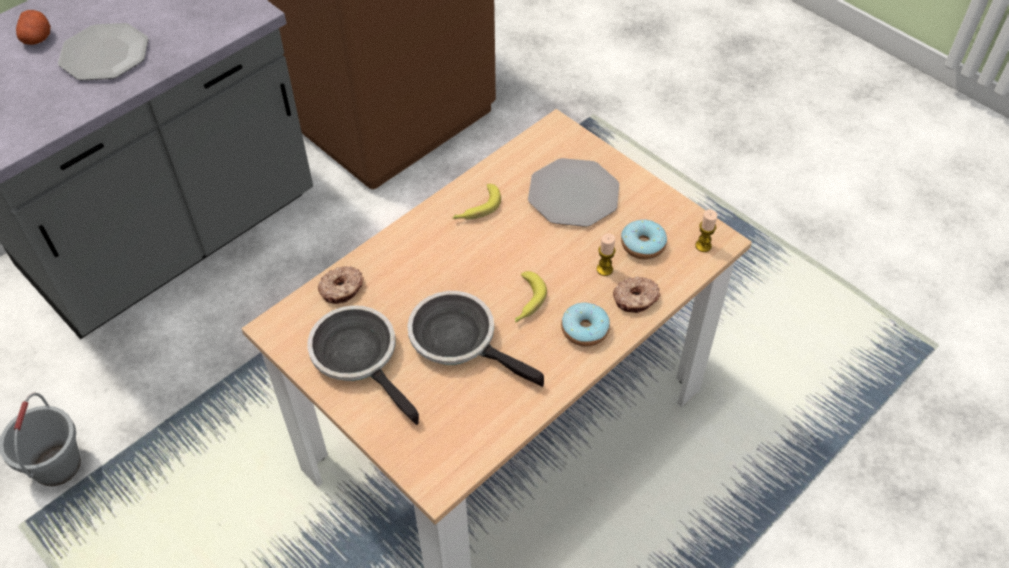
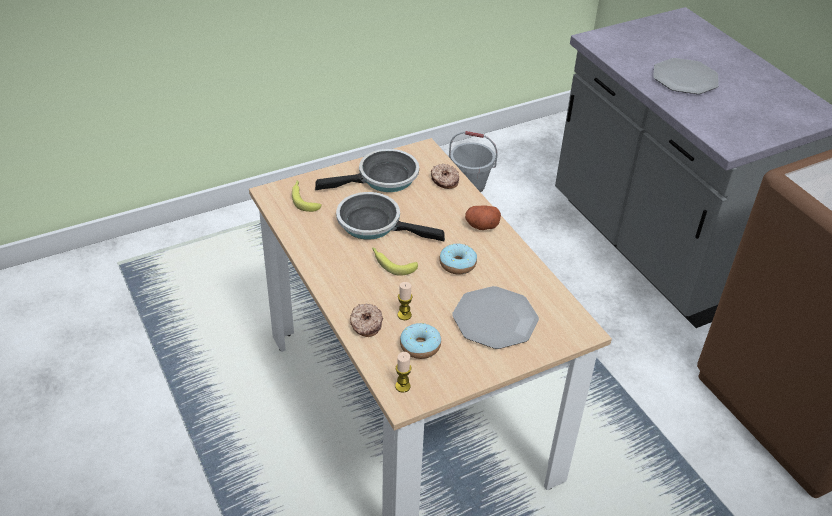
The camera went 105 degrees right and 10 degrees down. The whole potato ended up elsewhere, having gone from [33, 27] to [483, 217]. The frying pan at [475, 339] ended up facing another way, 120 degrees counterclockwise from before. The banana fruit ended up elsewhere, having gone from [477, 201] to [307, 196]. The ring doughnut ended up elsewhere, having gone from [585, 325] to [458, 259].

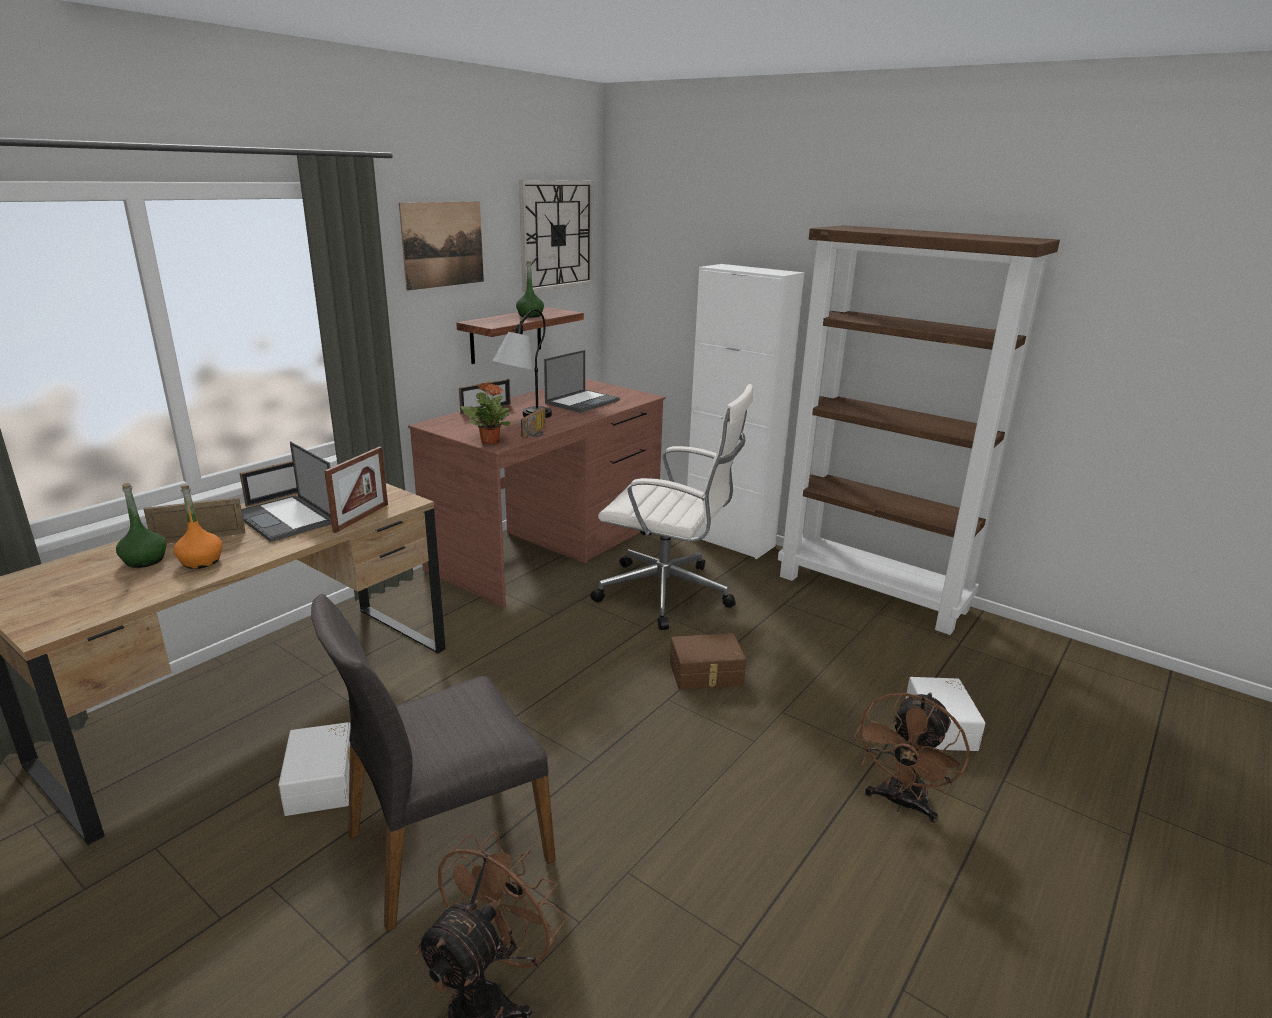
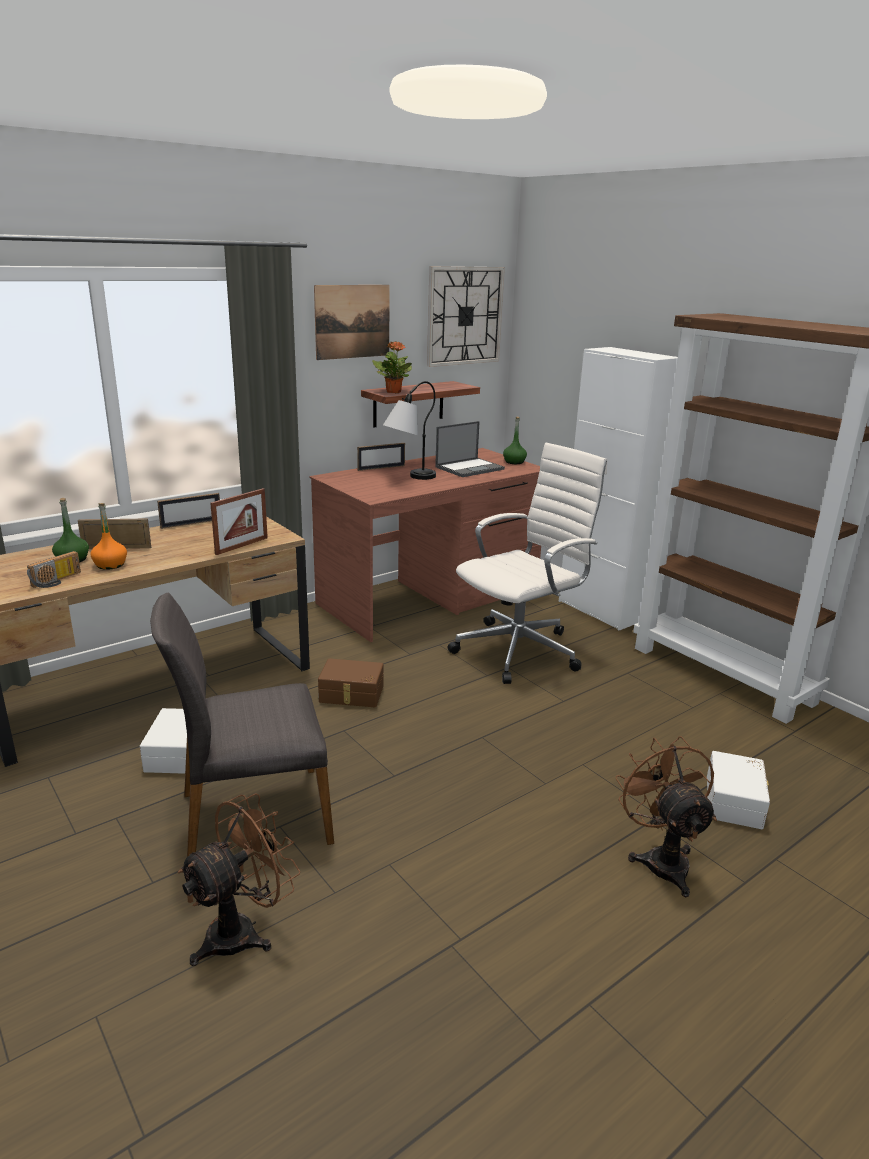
The camera went 15 degrees right and 0 degrees up. The second view lost the laptop at [286, 492]. The houseplant ended up elsewhere, having gone from [486, 413] to [392, 367]. The drink bottle (green) ended up elsewhere, having gone from [530, 289] to [515, 440]. The radio receiver ended up elsewhere, having gone from [533, 423] to [54, 569]. The computer chair (white-coloured) at [671, 507] ended up facing another way, 75 degrees counterclockwise from before. The storage container (brownish) ended up elsewhere, having gone from [708, 661] to [351, 682]. The fan (brownish) at [912, 757] ended up facing another way, 120 degrees clockwise from before.

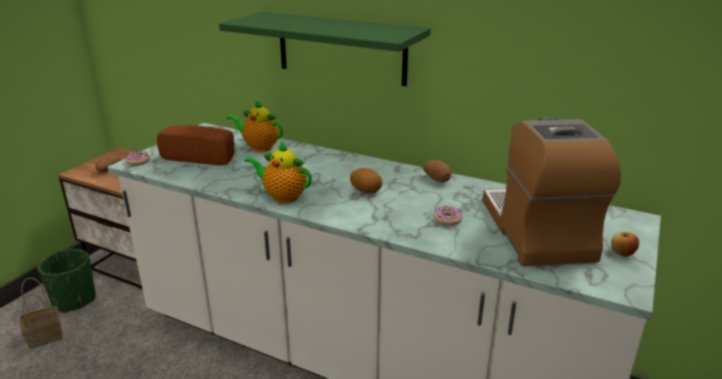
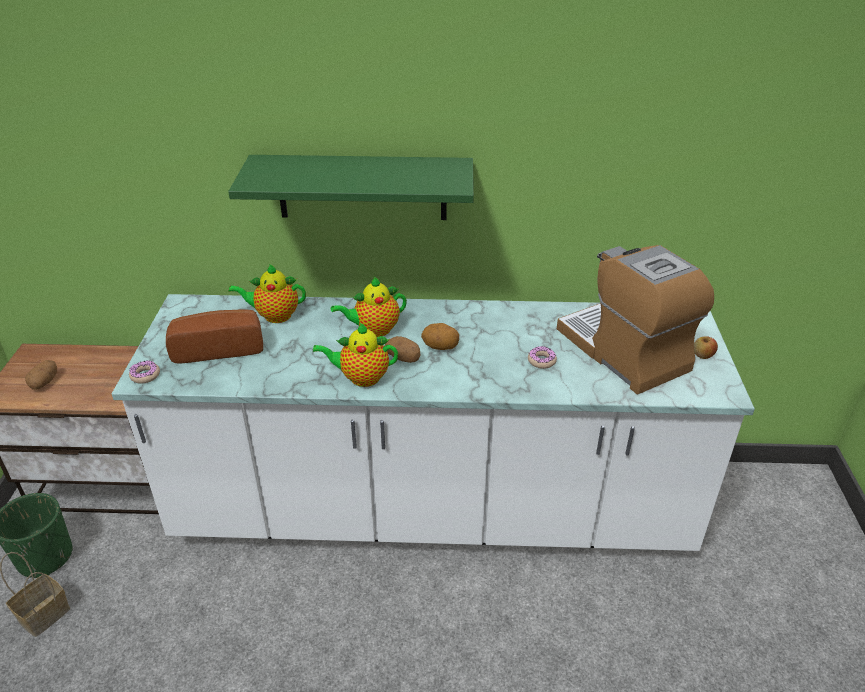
The camera went 25 degrees left and 10 degrees up. The whole potato ended up elsewhere, having gone from [437, 171] to [403, 349]. The second view gained the tea pot at [369, 307].

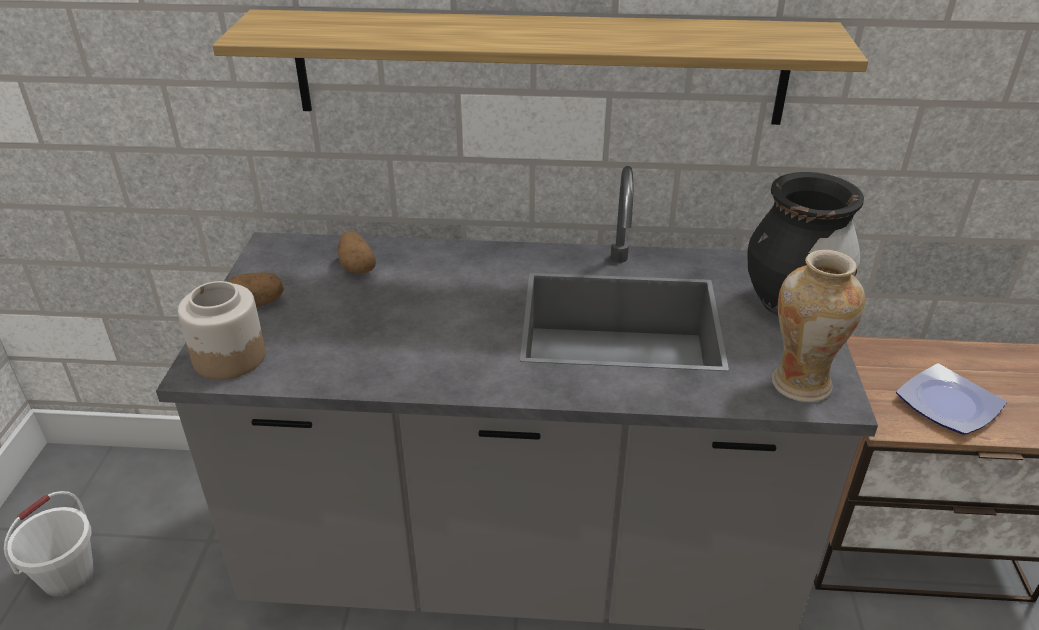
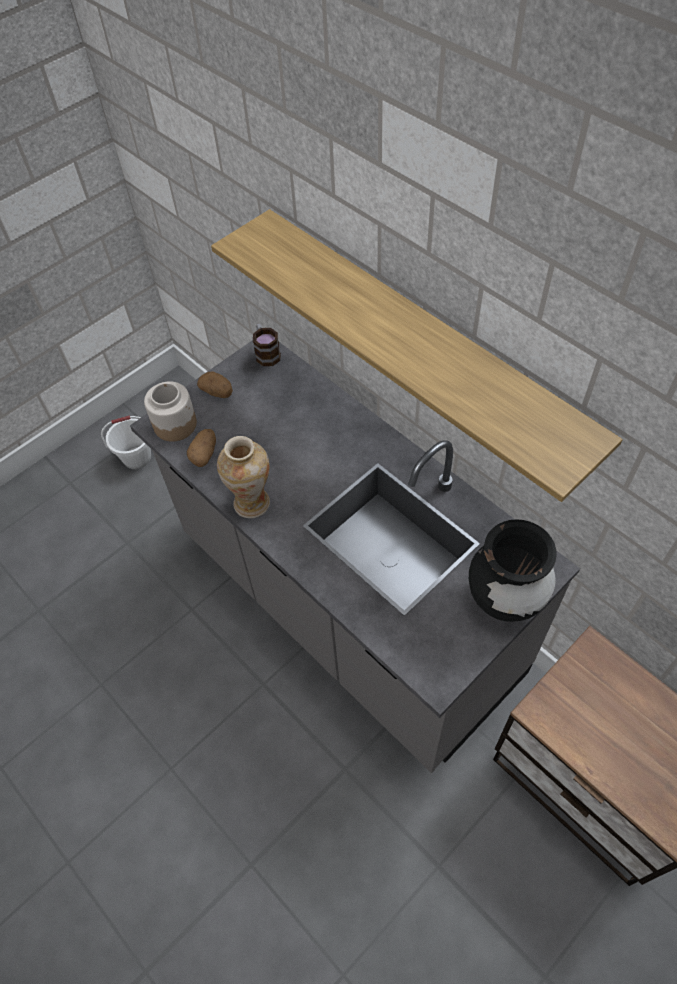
The camera went 45 degrees right and 20 degrees up. The whole potato ended up elsewhere, having gone from [357, 252] to [201, 448]. The decorative vase ended up elsewhere, having gone from [818, 326] to [243, 477]. The second view lost the plate at [951, 399]. The second view gained the coffee mug at [267, 345].

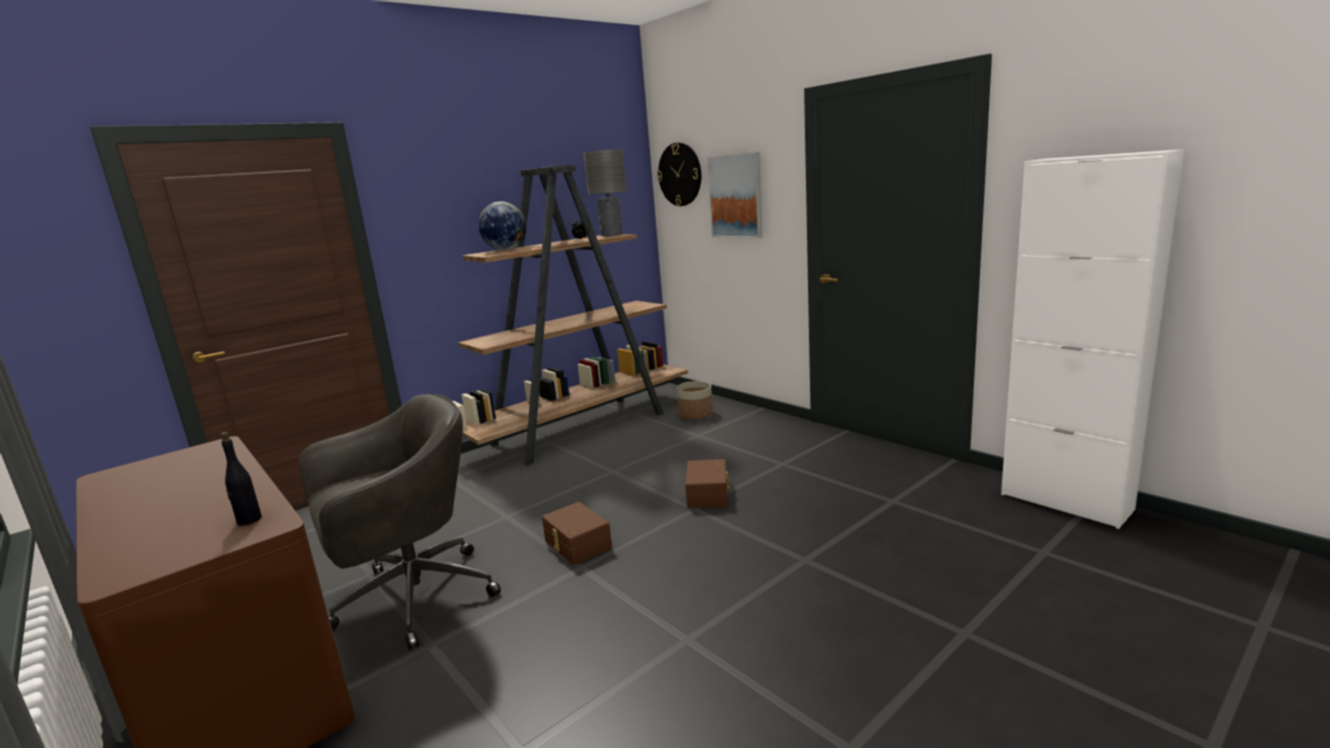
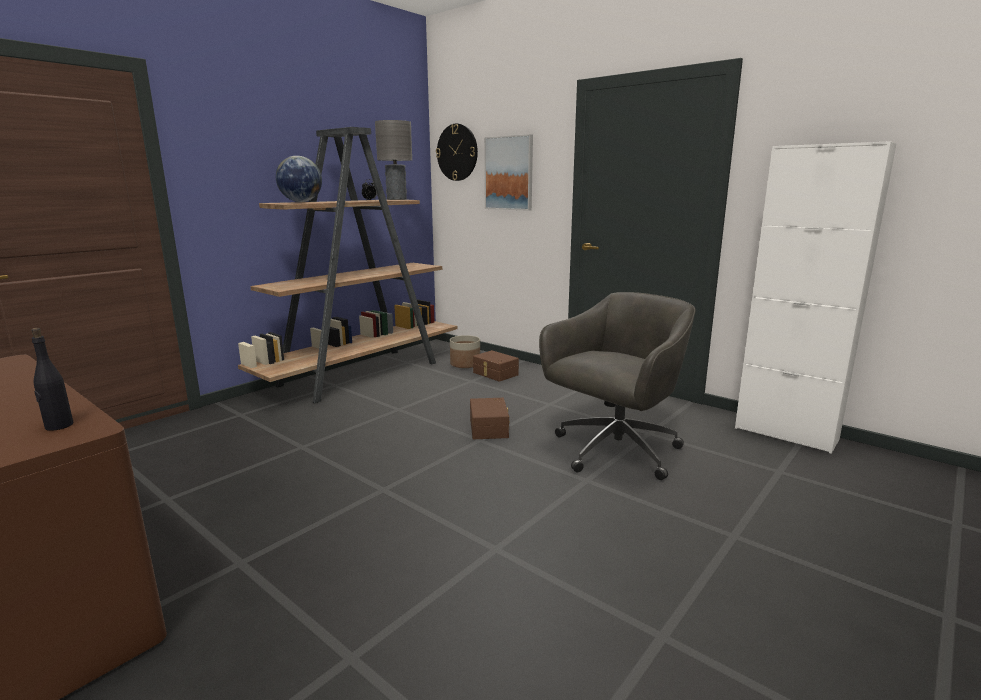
The camera went 10 degrees left and 0 degrees up. The computer chair (grey) ended up elsewhere, having gone from [400, 521] to [617, 386]. The storage container (brownish) ended up elsewhere, having gone from [577, 533] to [496, 366].

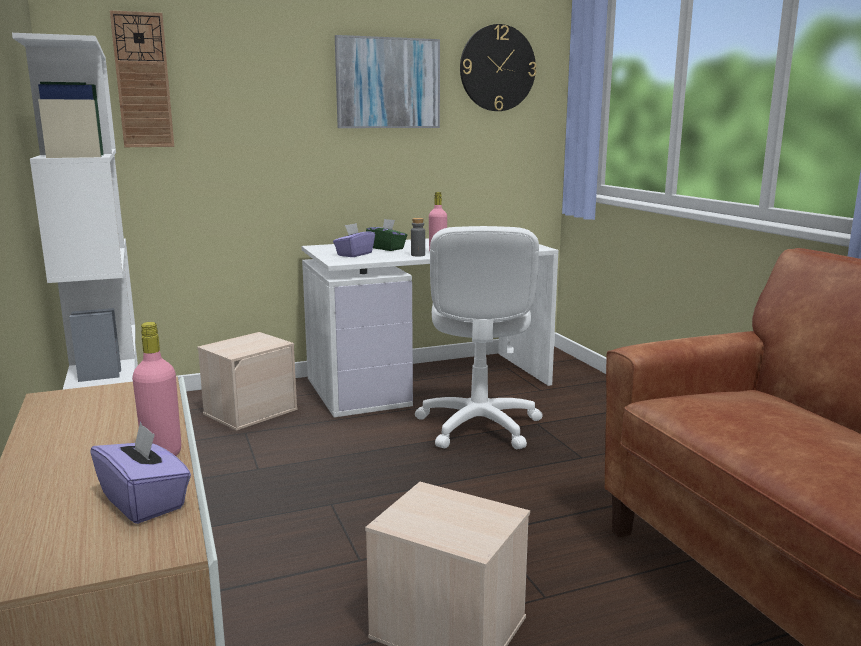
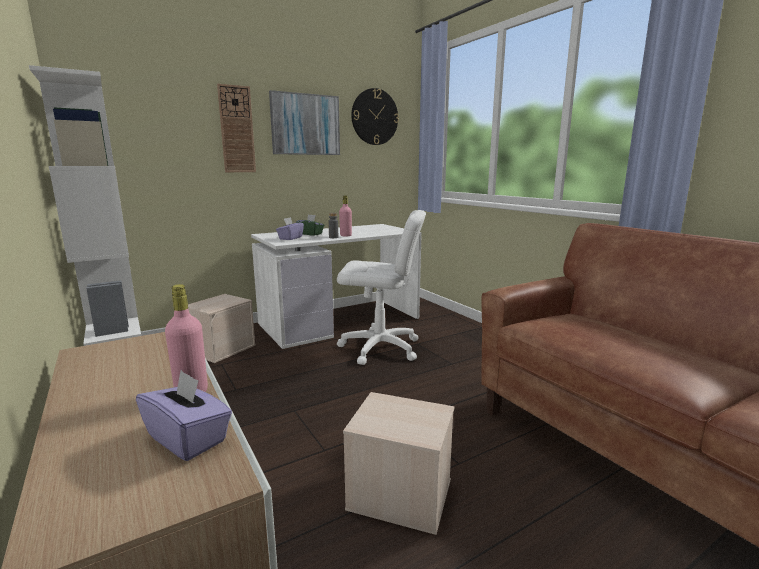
The camera went 10 degrees left and 0 degrees up. The wall clock ended up elsewhere, having gone from [142, 78] to [236, 128]. The computer chair (white-coloured) at [479, 337] ended up facing another way, 75 degrees counterclockwise from before.

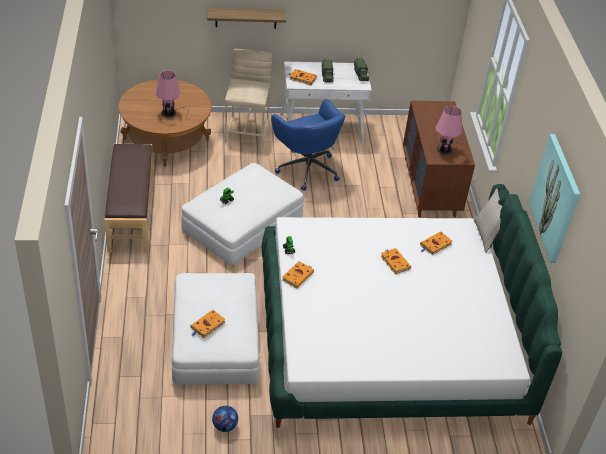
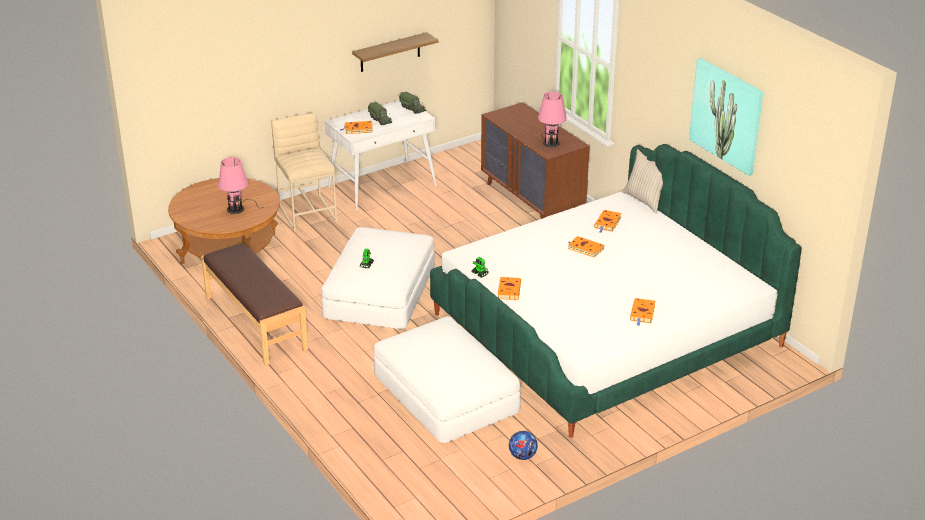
The camera went 25 degrees left and 10 degrees down. The book (orange) ended up elsewhere, having gone from [208, 324] to [642, 312]. The bracket shelf ended up elsewhere, having gone from [246, 18] to [395, 52]. The second view lost the computer chair (bluish) at [308, 145].

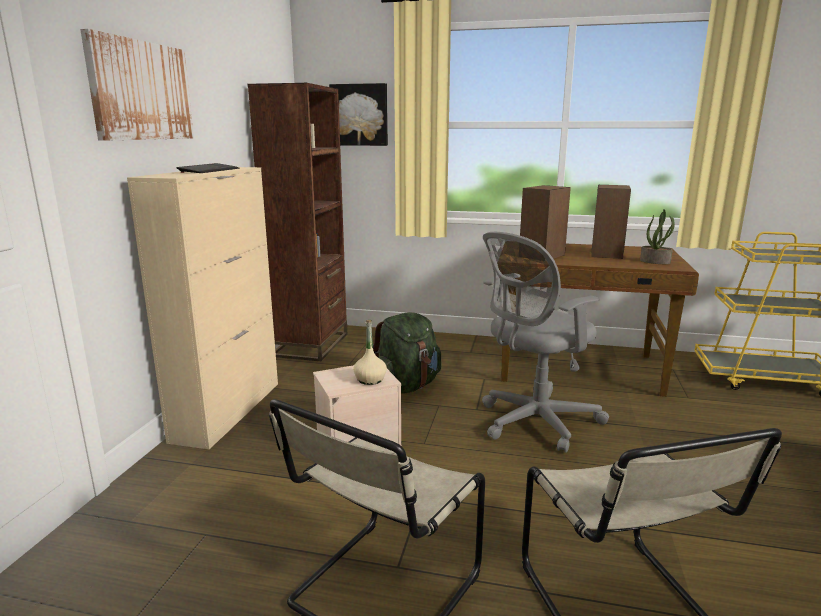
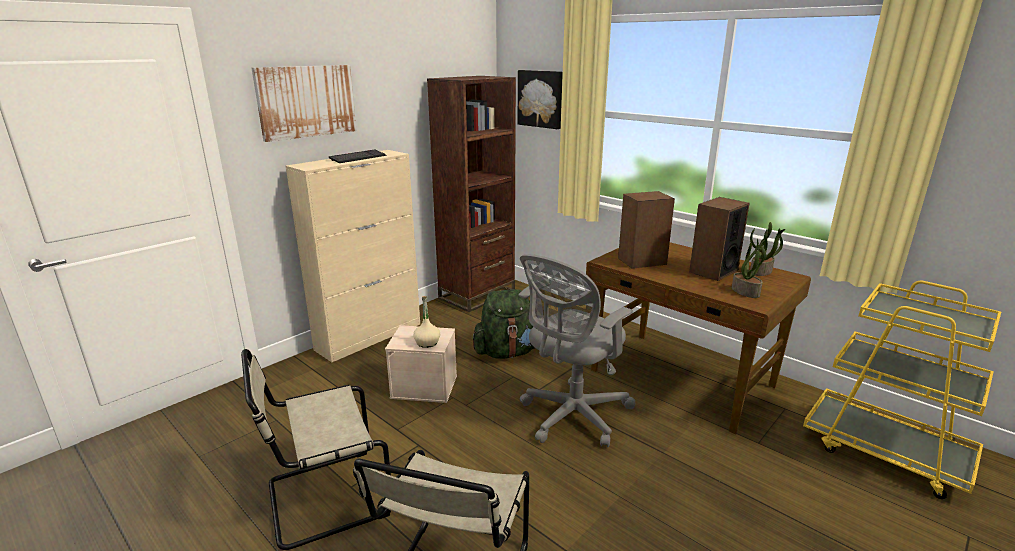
The camera went 30 degrees right and 5 degrees up. The computer chair (grey) at [545, 342] ended up facing another way, 45 degrees counterclockwise from before. The second view gained the houseplant at [767, 249].

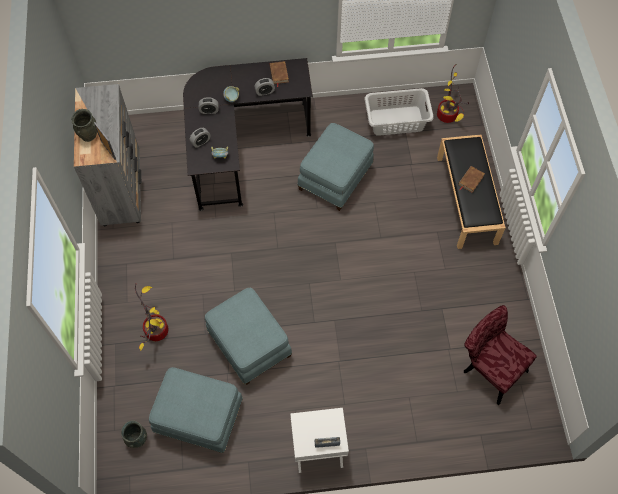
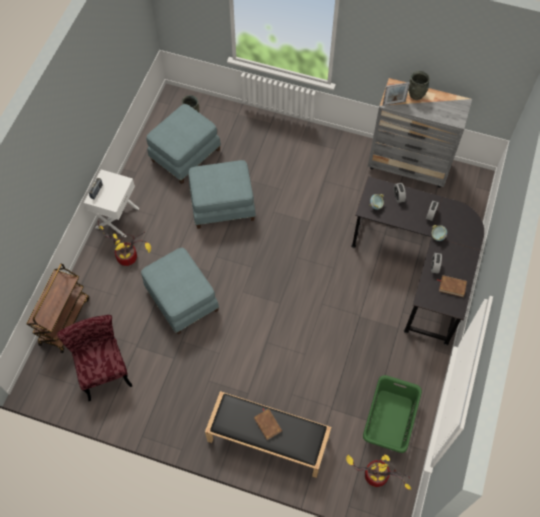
The camera went 115 degrees right and 0 degrees up. The houseplant ended up elsewhere, having gone from [152, 317] to [124, 243]. The pouffe (bluish) ended up elsewhere, having gone from [335, 167] to [180, 291]. What was the washing basket (grey) at [399, 112] turned into the washing basket (green) at [392, 414]. The upright chair (red) at [500, 355] ended up facing another way, 90 degrees counterclockwise from before. The second view gained the cart (brownish) at [58, 308].

